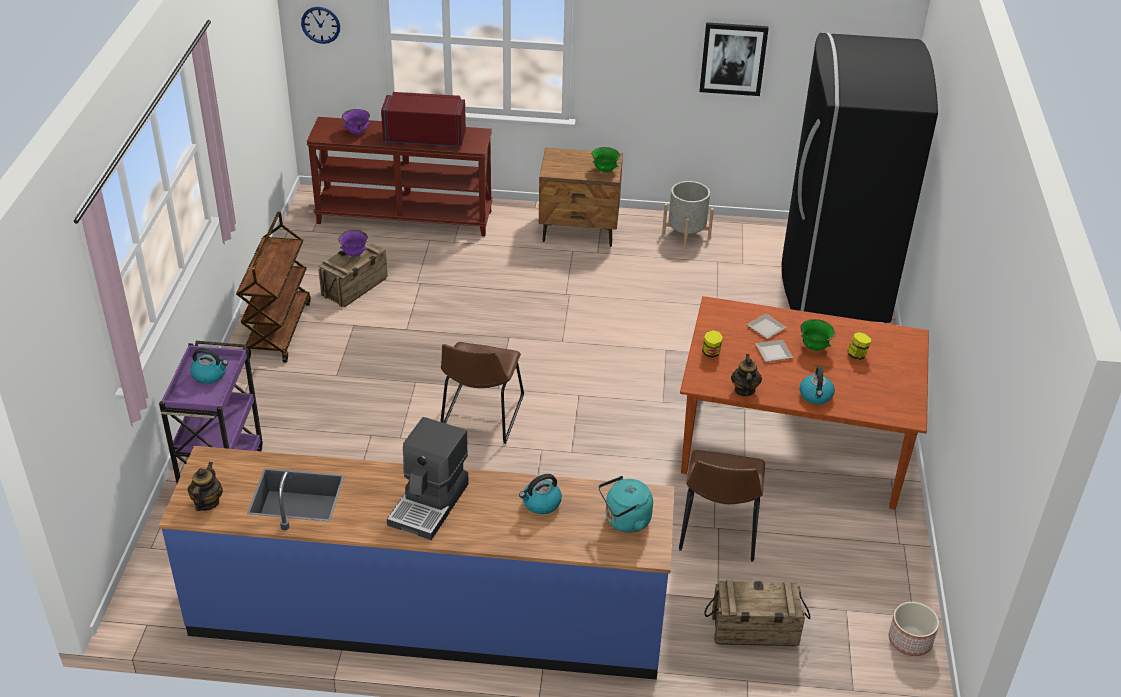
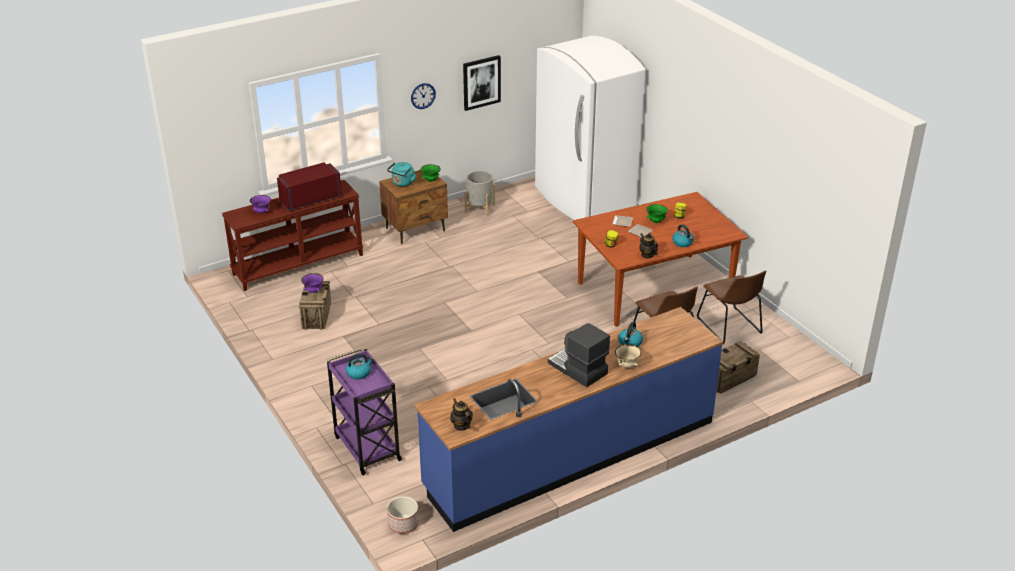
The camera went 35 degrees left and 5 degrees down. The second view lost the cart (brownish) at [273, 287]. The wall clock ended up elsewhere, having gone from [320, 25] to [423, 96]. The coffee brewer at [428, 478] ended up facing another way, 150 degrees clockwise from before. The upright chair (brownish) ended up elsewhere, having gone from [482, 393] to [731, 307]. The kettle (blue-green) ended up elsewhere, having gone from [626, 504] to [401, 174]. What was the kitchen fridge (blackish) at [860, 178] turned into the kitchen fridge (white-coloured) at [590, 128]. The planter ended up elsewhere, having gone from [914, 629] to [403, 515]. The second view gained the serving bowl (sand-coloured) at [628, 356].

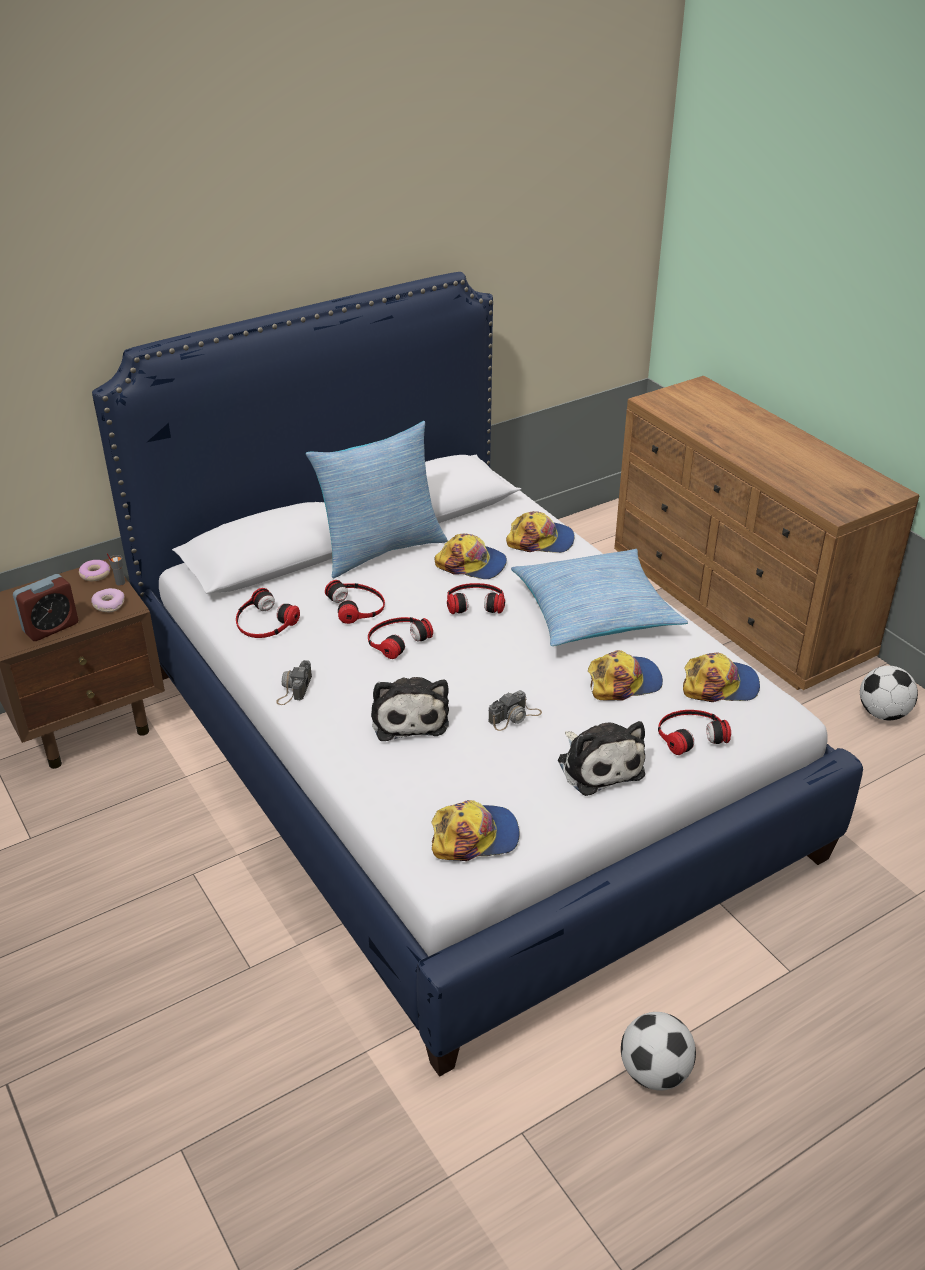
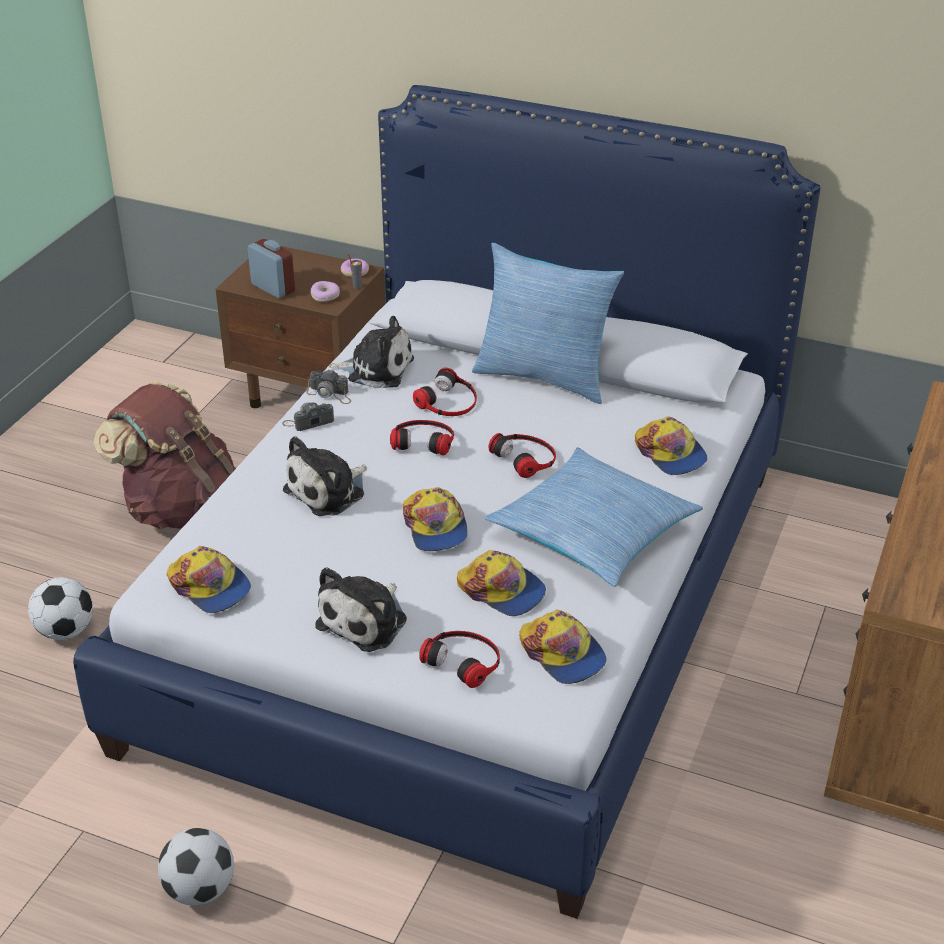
The camera went 55 degrees right and 0 degrees up. The table clock at [45, 607] ended up facing another way, 150 degrees counterclockwise from before. Where the headphones stood at [268, 613], the soft toy came to stand at [371, 352]. The cap ended up elsewhere, having gone from [471, 556] to [435, 519]. The photo camera ended up elsewhere, having gone from [515, 710] to [328, 386]. The ball for football ended up elsewhere, having gone from [889, 693] to [60, 608]. The second view gained the backpack (brownish) at [164, 455].

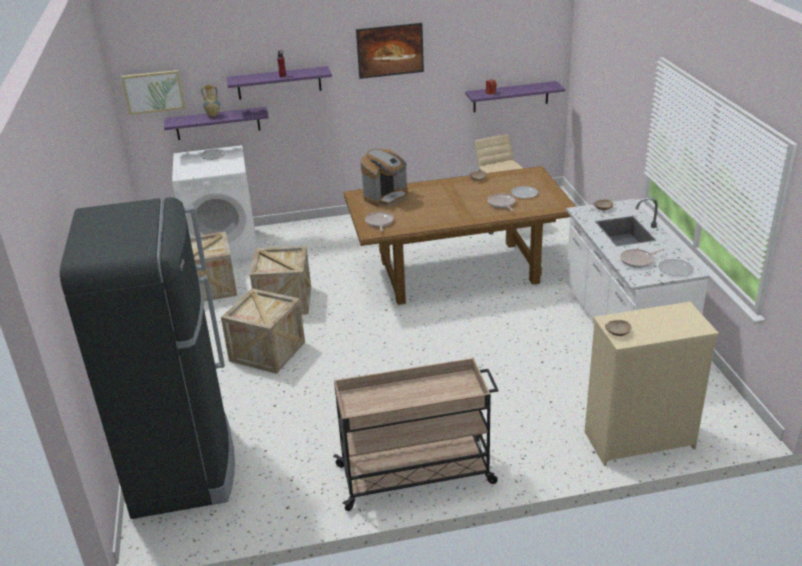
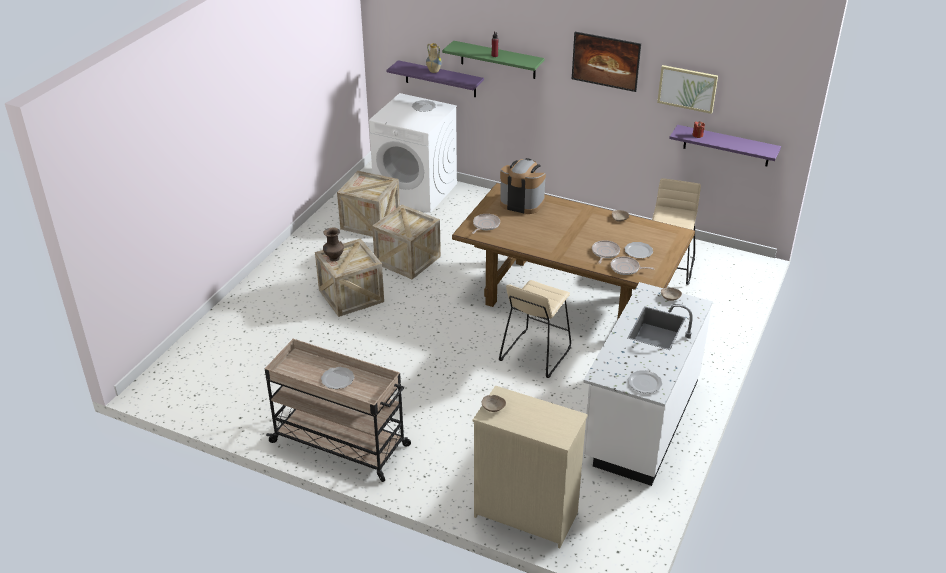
The camera went 35 degrees right and 5 degrees up. The second view lost the kitchen fridge (blackish) at [147, 358]. The picture ended up elsewhere, having gone from [153, 92] to [687, 89]. What was the bracket shelf (purple-coloured) at [279, 83] turned into the bracket shelf (green) at [493, 60]. The coffee brewer at [384, 178] ended up facing another way, 150 degrees counterclockwise from before. The frying pan ended up elsewhere, having gone from [642, 258] to [632, 266]. The second view gained the plate at [337, 378]. The second view gained the decorative vase (brownish) at [333, 244]. The second view gained the stool (sand-coloured) at [535, 329].

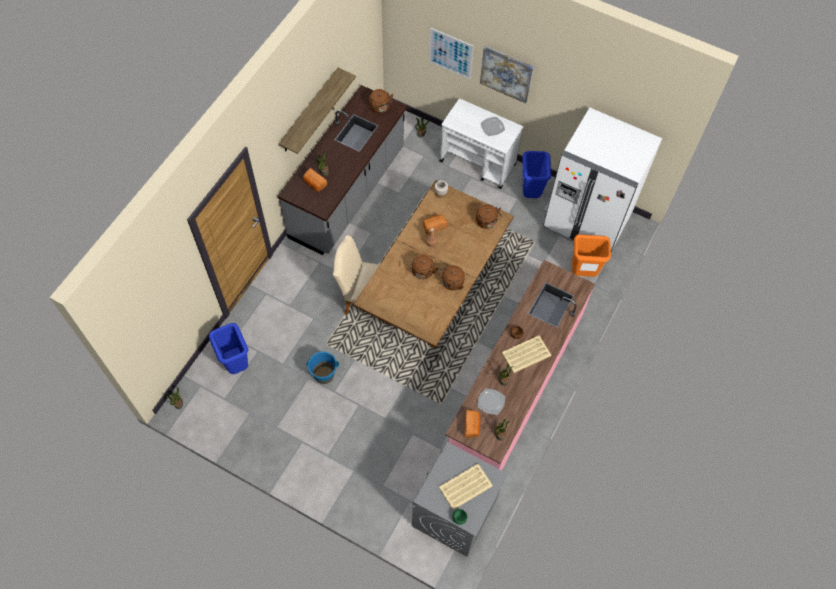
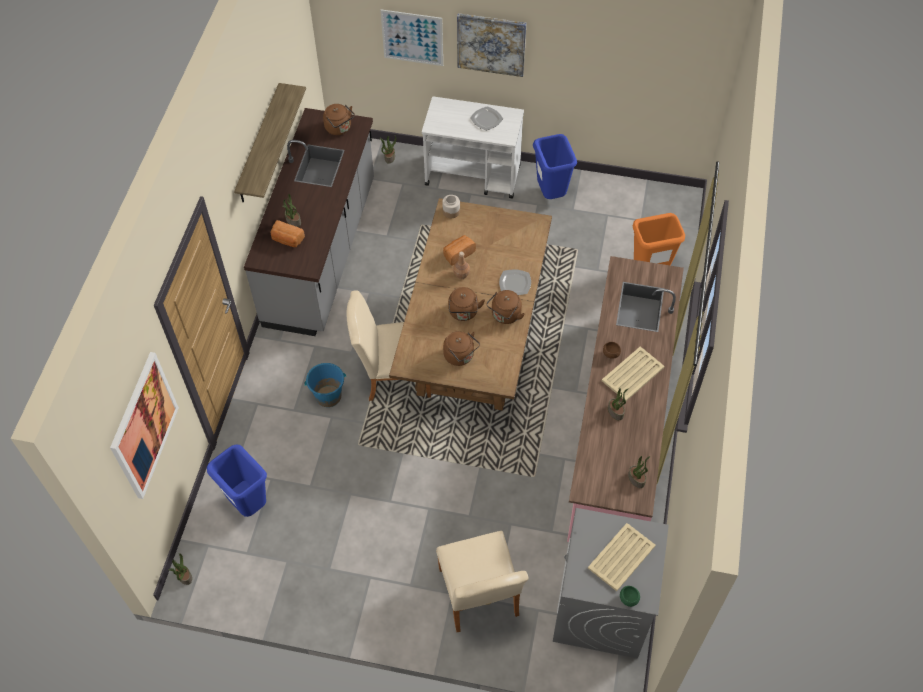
The camera went 15 degrees left and 5 degrees down. The bucket (bluish) ended up elsewhere, having gone from [322, 367] to [325, 385]. The second view lost the baked bread at [472, 423]. The kettle (brownish) ended up elsewhere, having gone from [489, 216] to [461, 348]. The plate ended up elsewhere, having gone from [491, 401] to [515, 282]. The second view lost the kitchen fridge (white-coloured) at [602, 180]. The second view gained the picture at [144, 425]. The second view gained the upright chair (sand-coloured) at [482, 581].

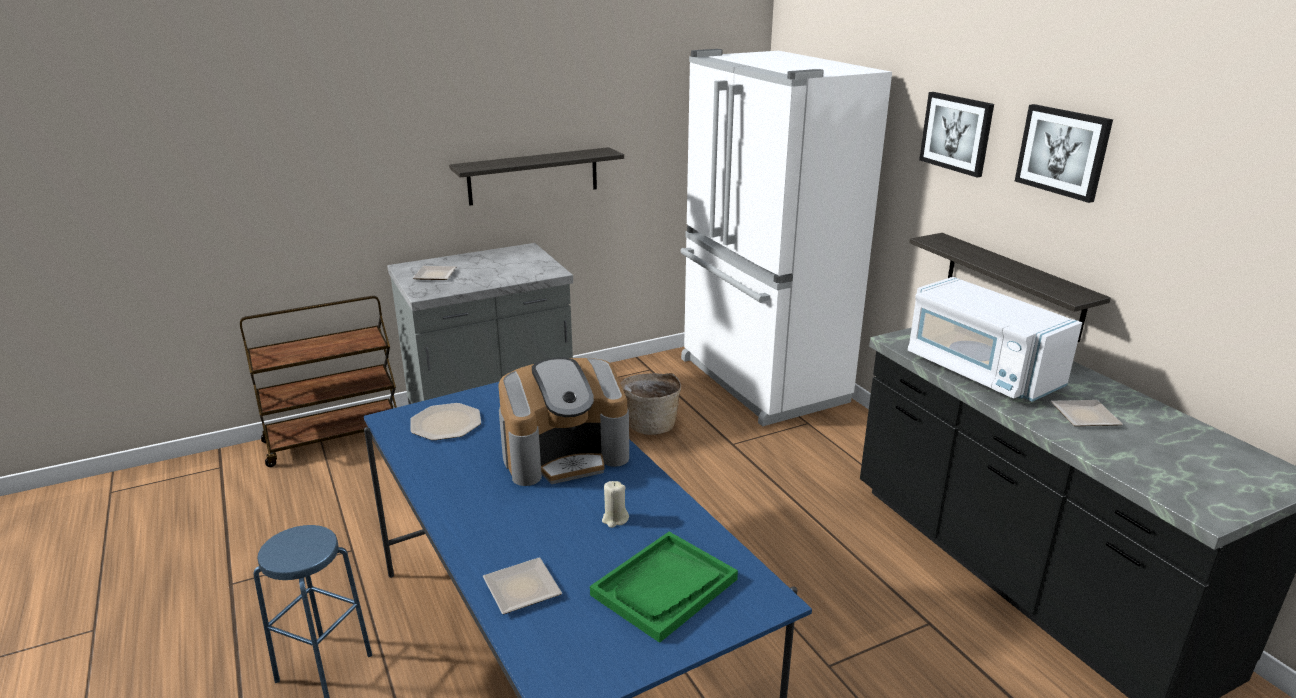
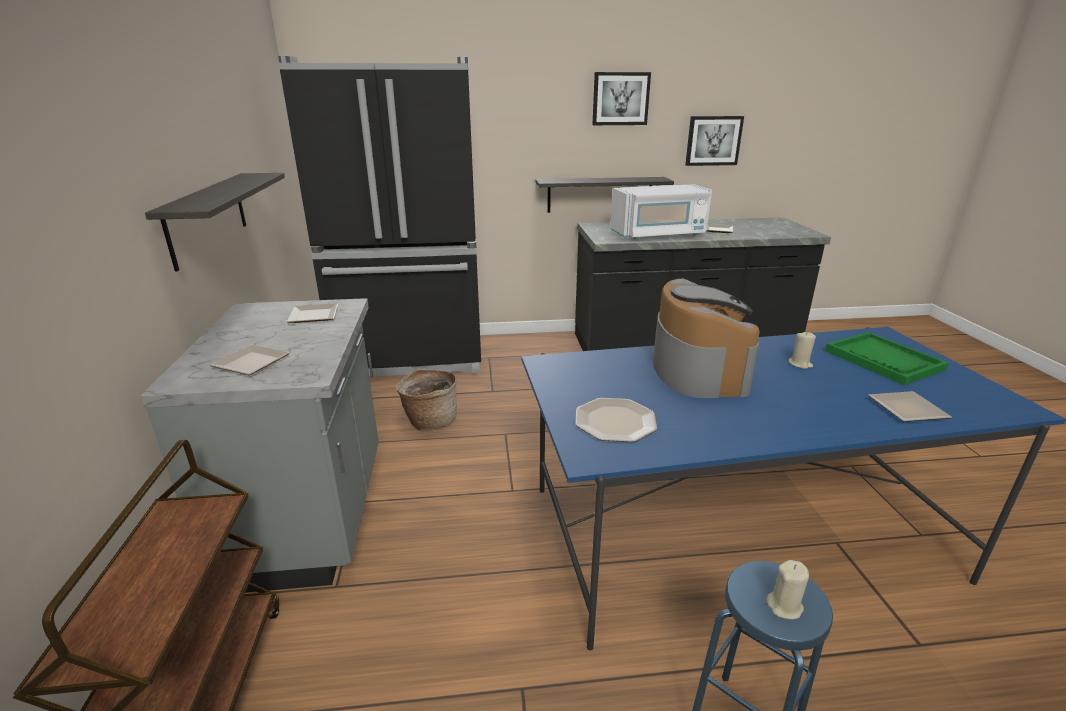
The camera went 70 degrees left and 0 degrees up. What was the kitchen fridge (white-coloured) at [786, 238] turned into the kitchen fridge (blackish) at [379, 216]. The picture ended up elsewhere, having gone from [956, 134] to [714, 141]. The second view gained the plate at [312, 313]. The second view gained the candle (sand-coloured) at [787, 589].

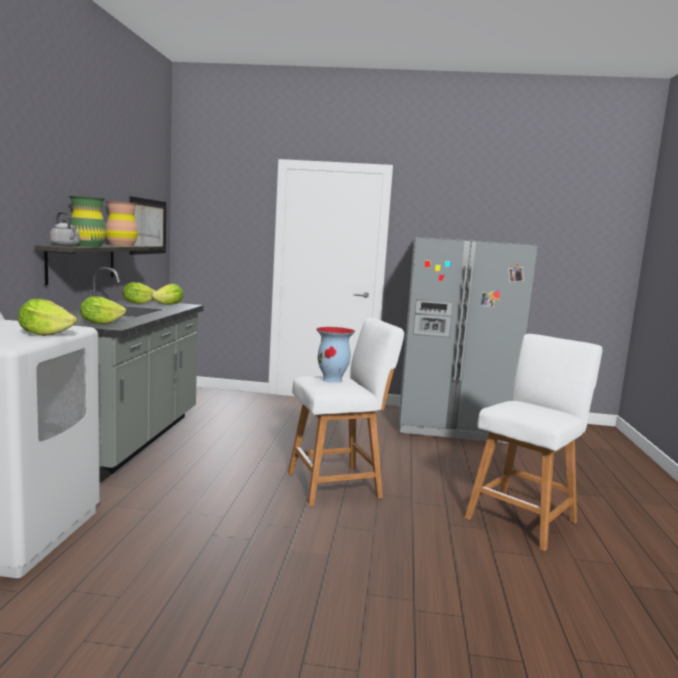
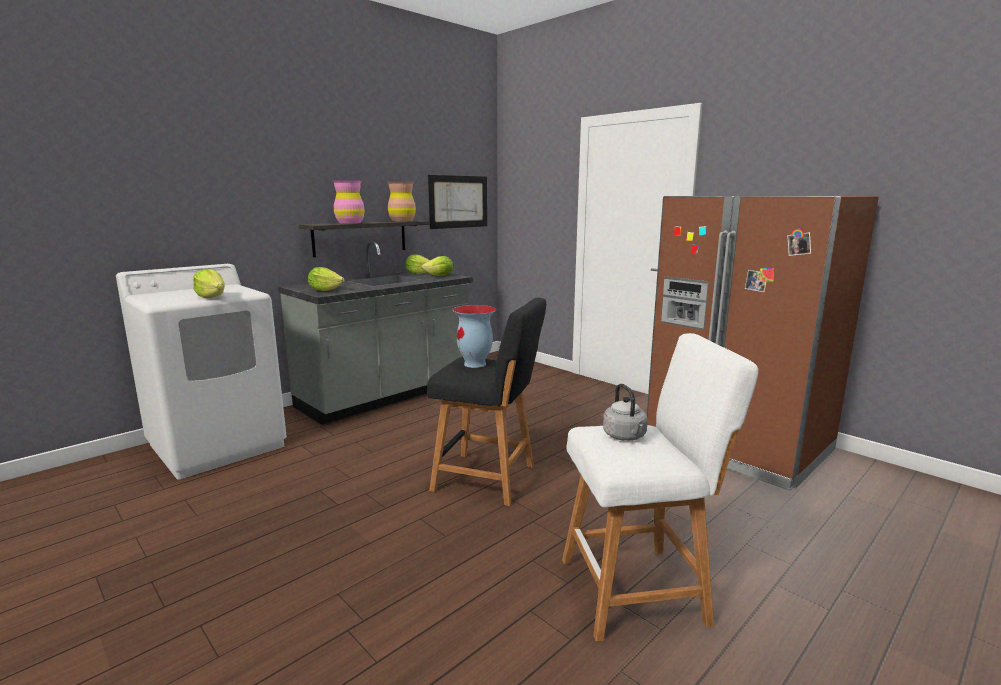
The camera went 40 degrees right and 5 degrees up. The kettle (grey) ended up elsewhere, having gone from [65, 229] to [625, 412]. What was the decorative vase (green) at [87, 221] turned into the decorative vase (pinkish) at [349, 202]. What was the stool (white-coloured) at [346, 412] turned into the stool (blackish) at [486, 402]. What was the kitchen fridge (grey) at [468, 340] turned into the kitchen fridge (brownish) at [763, 343].

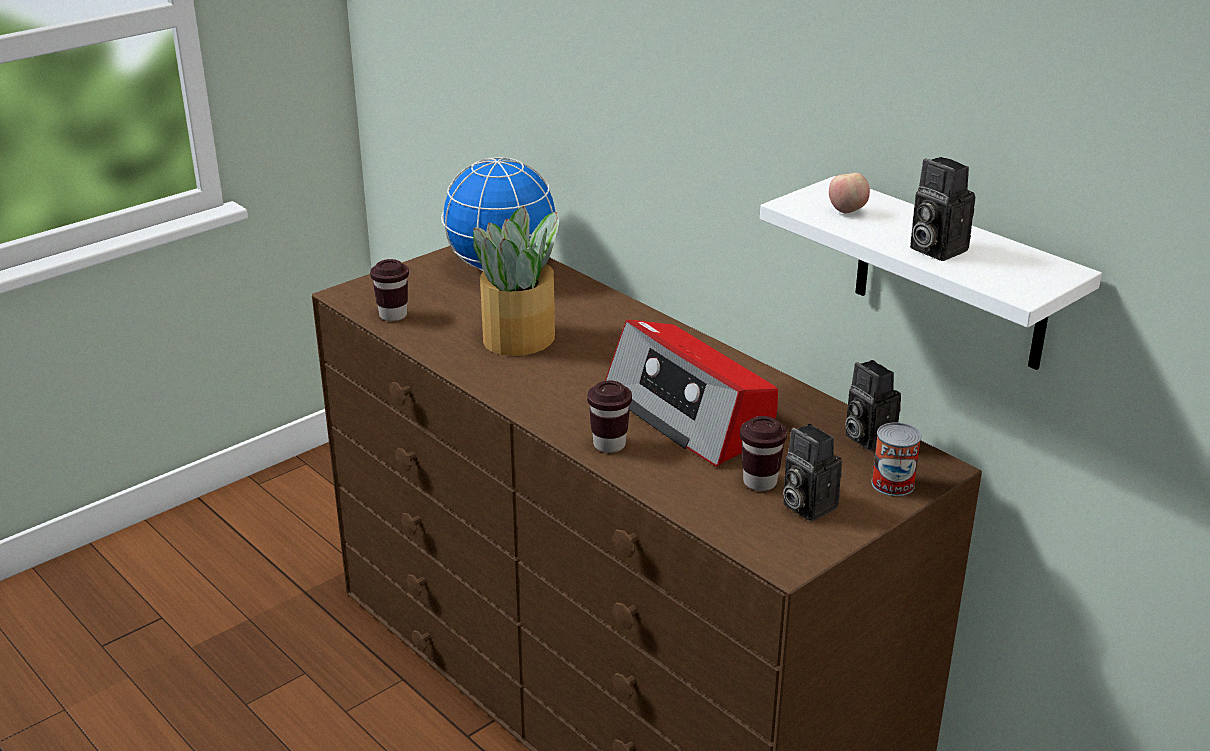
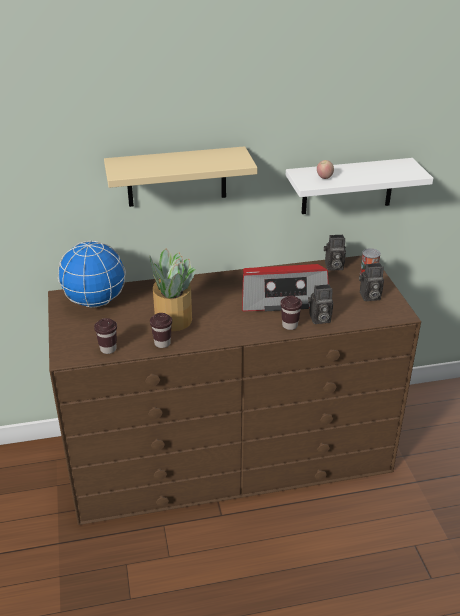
The camera went 60 degrees left and 5 degrees up. The drinking cup (brownish) ended up elsewhere, having gone from [763, 453] to [161, 330]. The photo camera ended up elsewhere, having gone from [942, 209] to [320, 304]. The second view gained the bracket shelf (sand-coloured) at [180, 176].

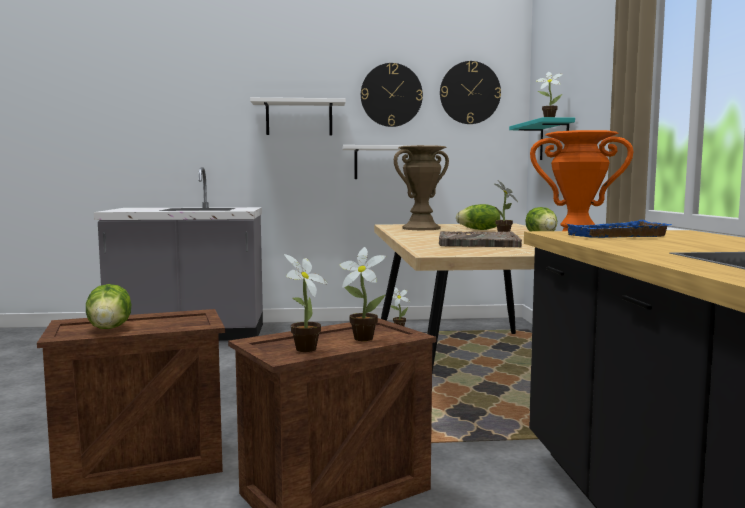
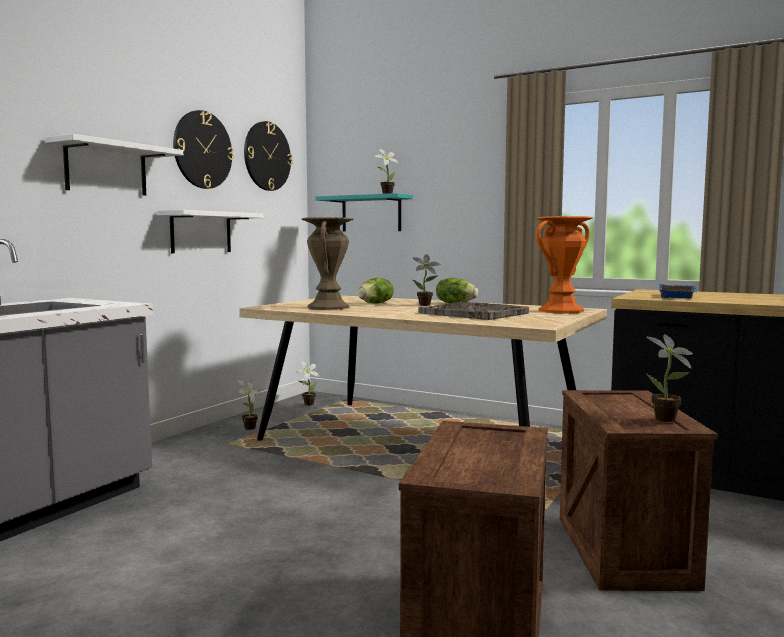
The camera went 55 degrees left and 0 degrees up. The second view lost the head of lettuce at [108, 306]. The houseplant ended up elsewhere, having gone from [363, 294] to [307, 383].

